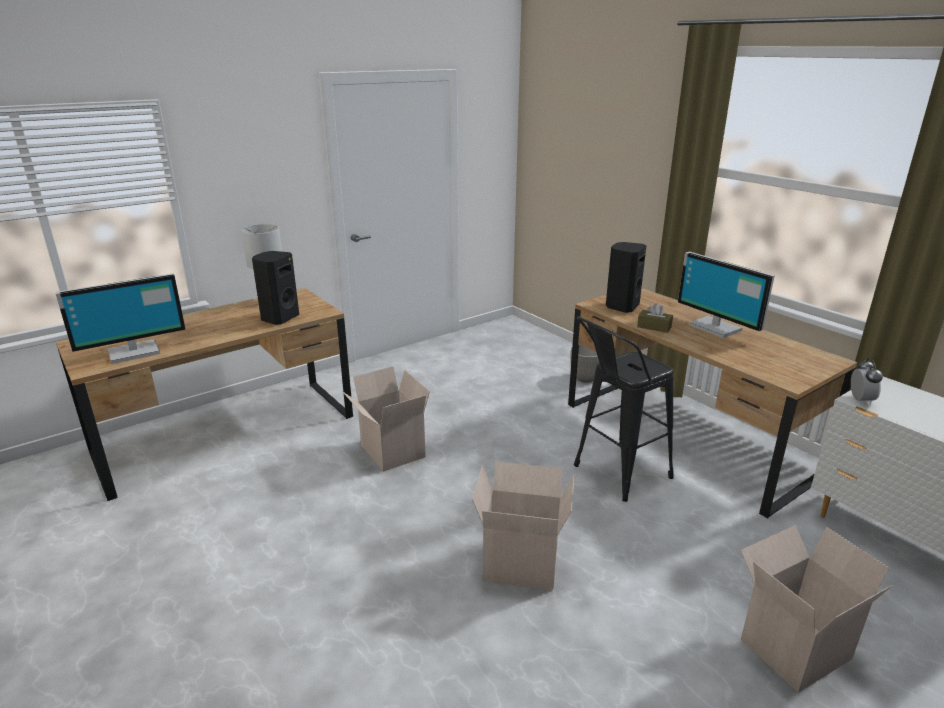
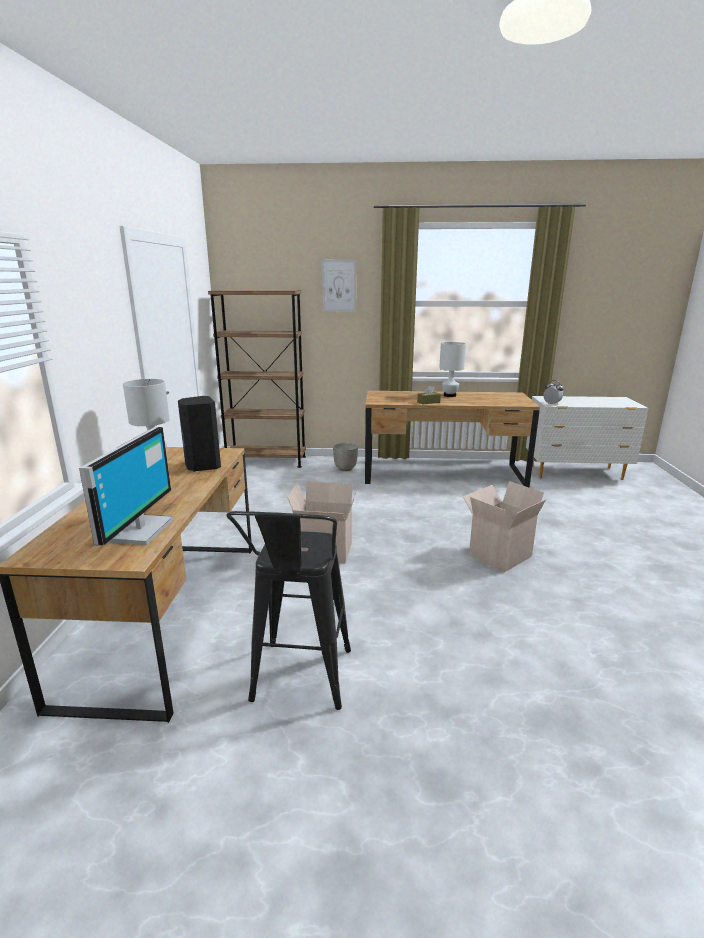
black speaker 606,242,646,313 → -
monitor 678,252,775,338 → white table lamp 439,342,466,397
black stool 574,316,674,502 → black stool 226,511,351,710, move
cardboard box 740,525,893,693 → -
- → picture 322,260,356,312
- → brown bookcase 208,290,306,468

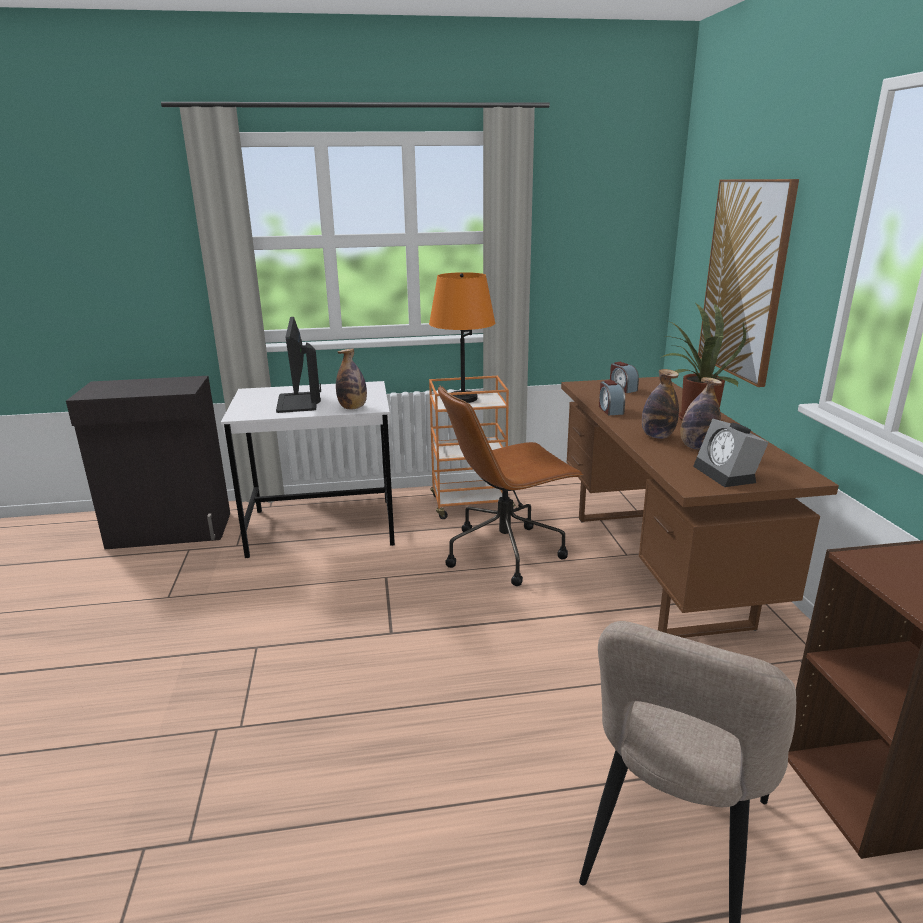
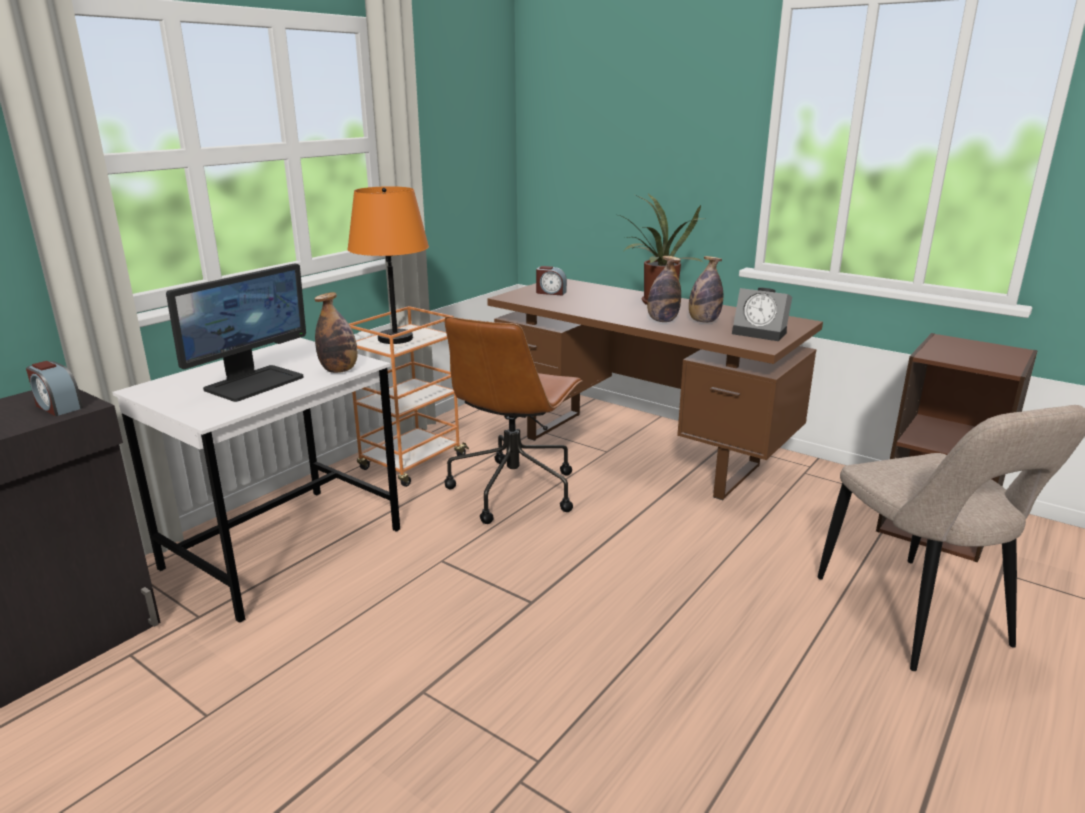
picture 698,179,799,387 → -
monitor 276,317,321,413 → monitor 166,263,306,402, 90 degrees counterclockwise
alarm clock 599,380,625,416 → alarm clock 26,361,83,416, move

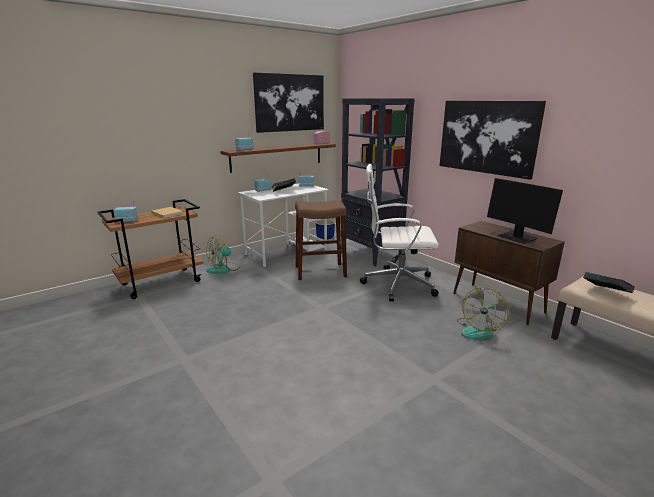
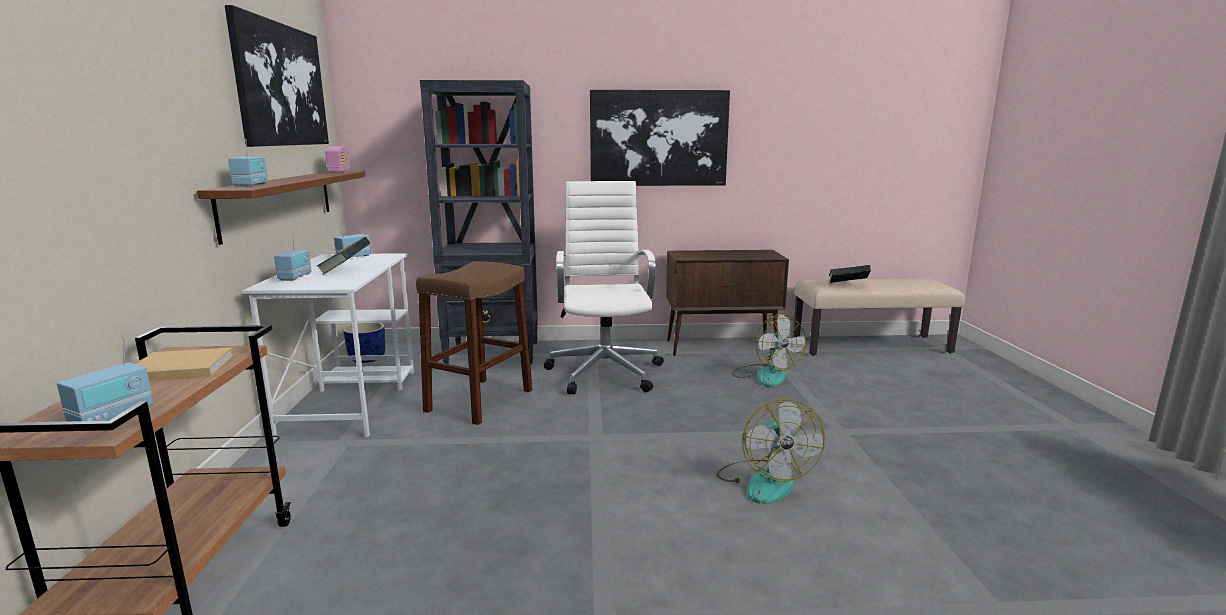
white office chair 360,164,439,301 → white office chair 544,181,664,395, 135 degrees clockwise
monitor 487,178,563,244 → -
fan 206,236,240,274 → fan 716,399,825,504, move

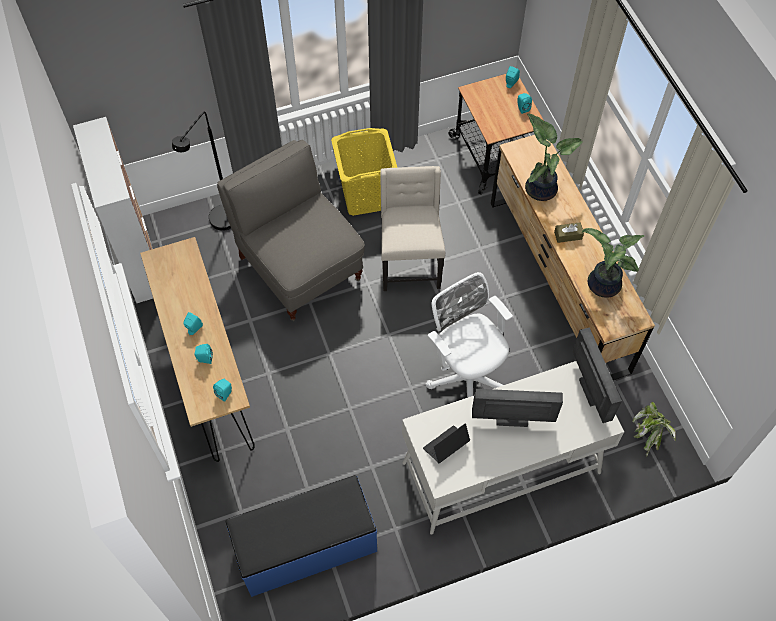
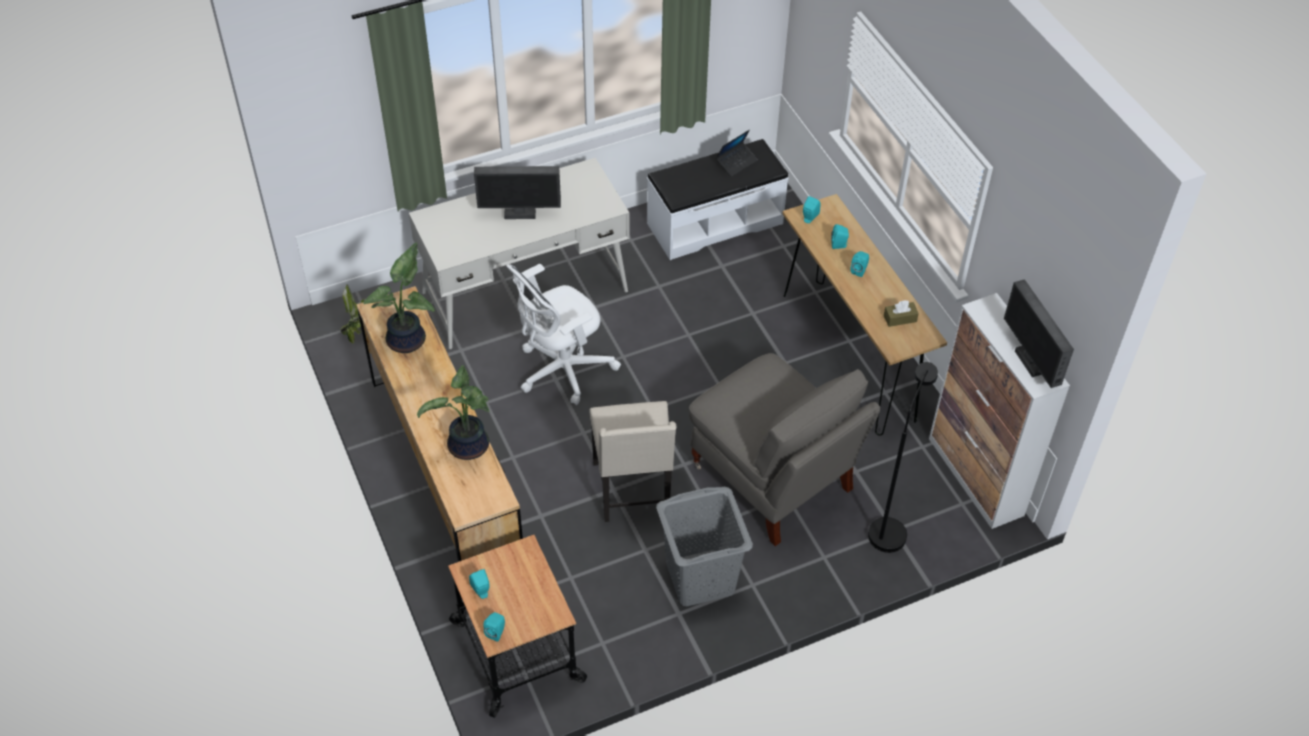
yellow laundry basket 331,128,398,216 → grey laundry basket 656,487,753,606
brown tissue box 554,222,584,243 → brown tissue box 884,300,919,327, move
white office chair 426,272,513,398 → white office chair 506,264,621,405, 90 degrees clockwise
monitor 572,327,622,423 → monitor 1004,279,1074,388, move
laptop 423,423,470,463 → laptop 716,130,758,177, move
blue bench 226,475,377,597 → white bench 647,139,789,260

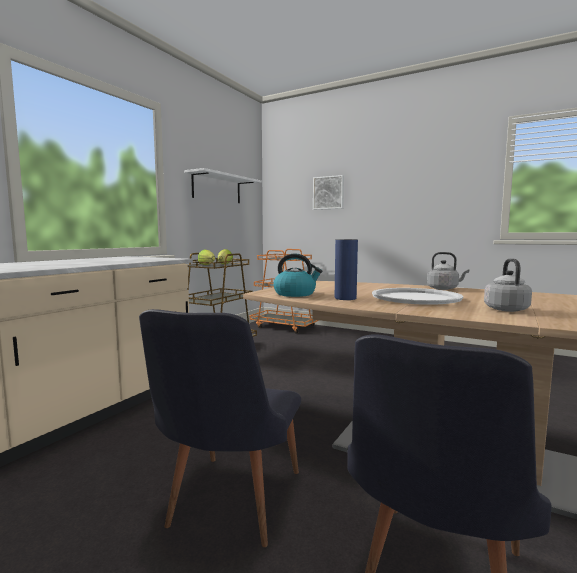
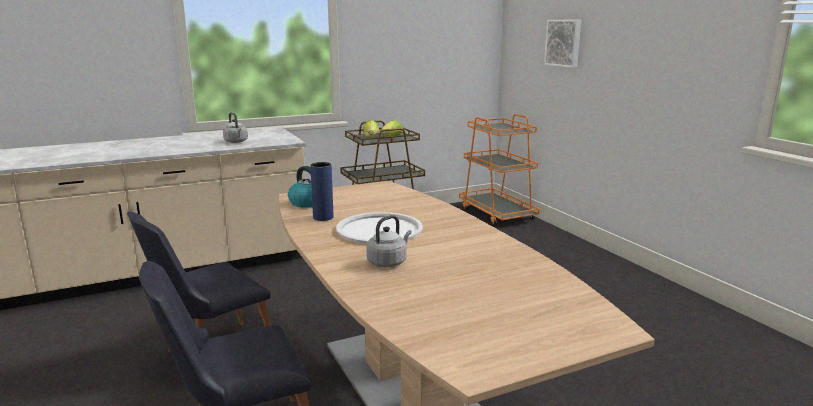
white shelf 184,168,262,203 → -
grey kettle 427,252,469,290 → grey kettle 223,112,248,143, move

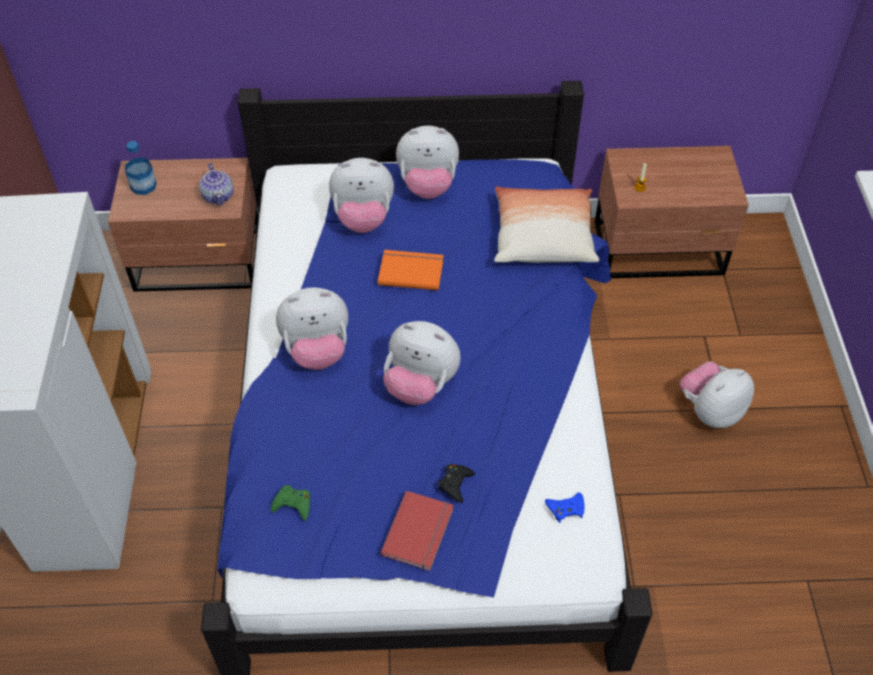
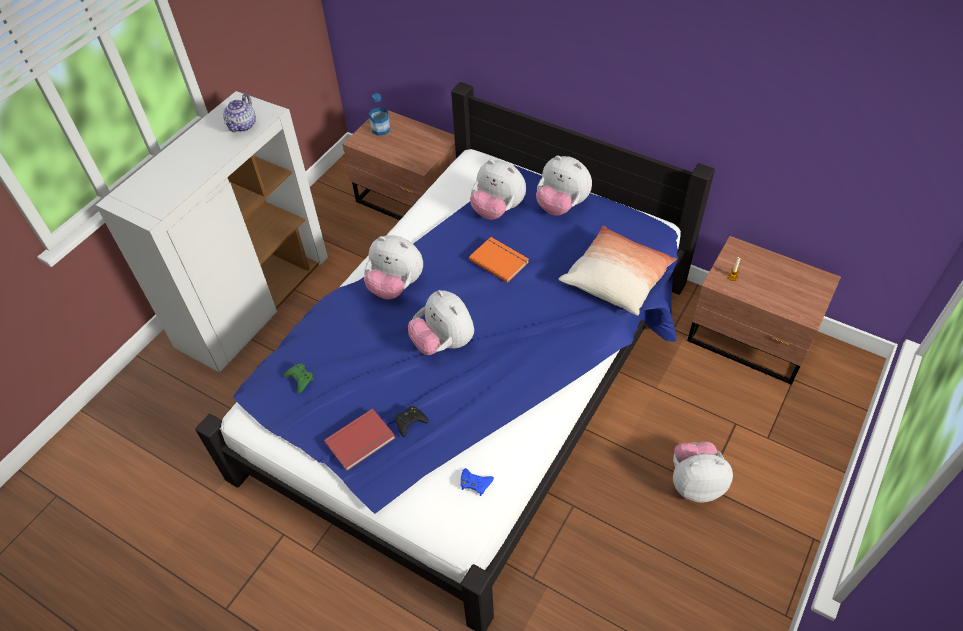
teapot 199,163,233,206 → teapot 223,94,256,132, move

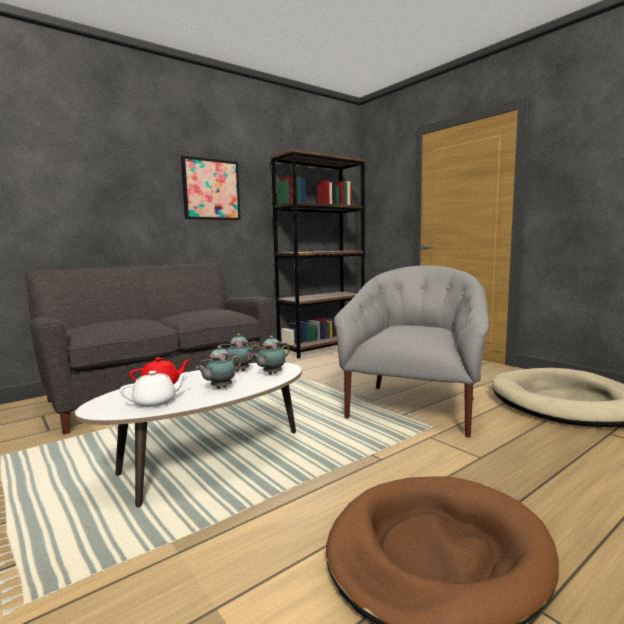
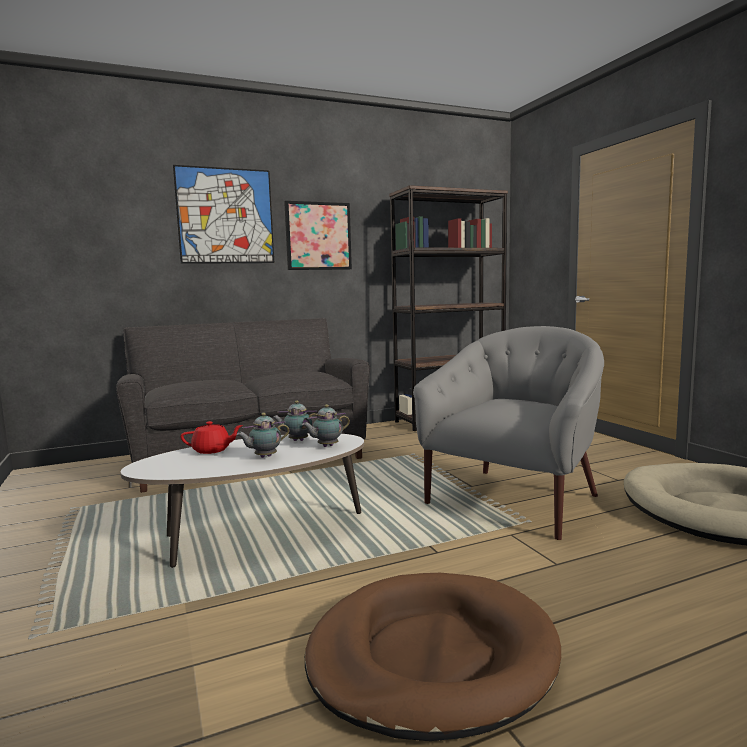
white teapot 120,371,188,407 → -
- → picture 173,165,274,264

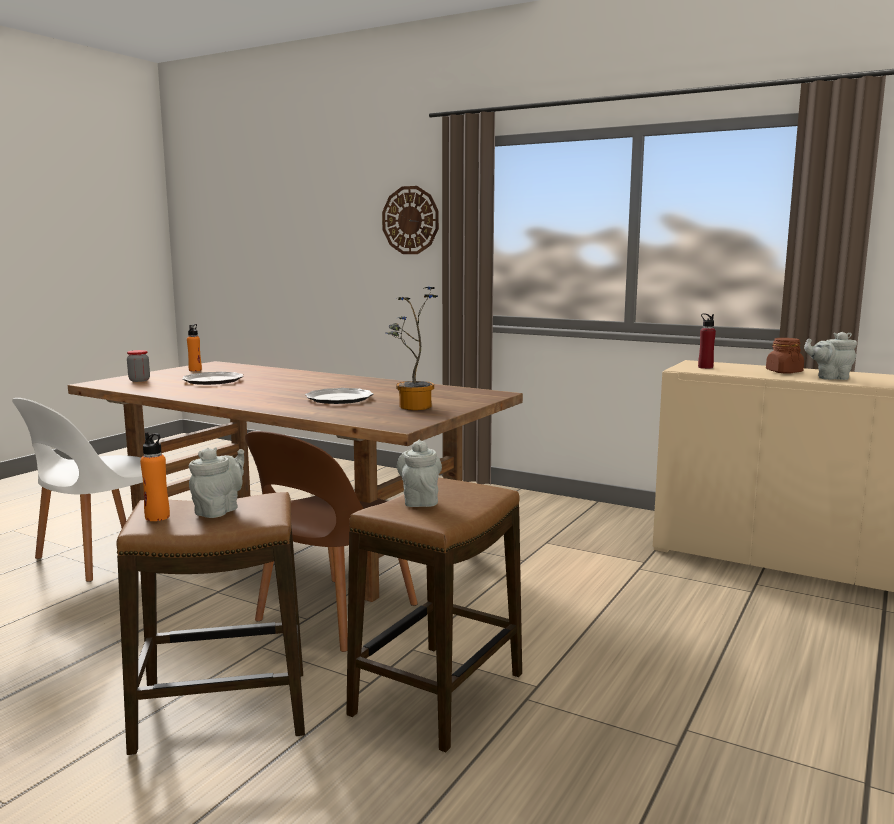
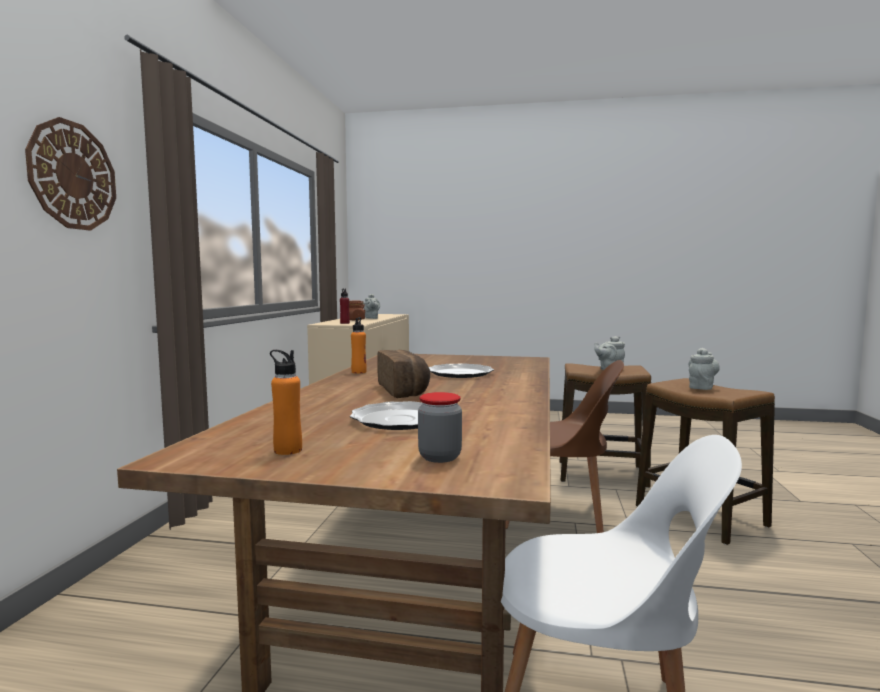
potted plant 385,287,438,410 → -
orange bottle 140,432,170,521 → orange bottle 351,317,367,374, move
grey teapot 189,447,244,518 → grey teapot 689,348,720,390, 120 degrees clockwise
- → bread 377,350,430,398

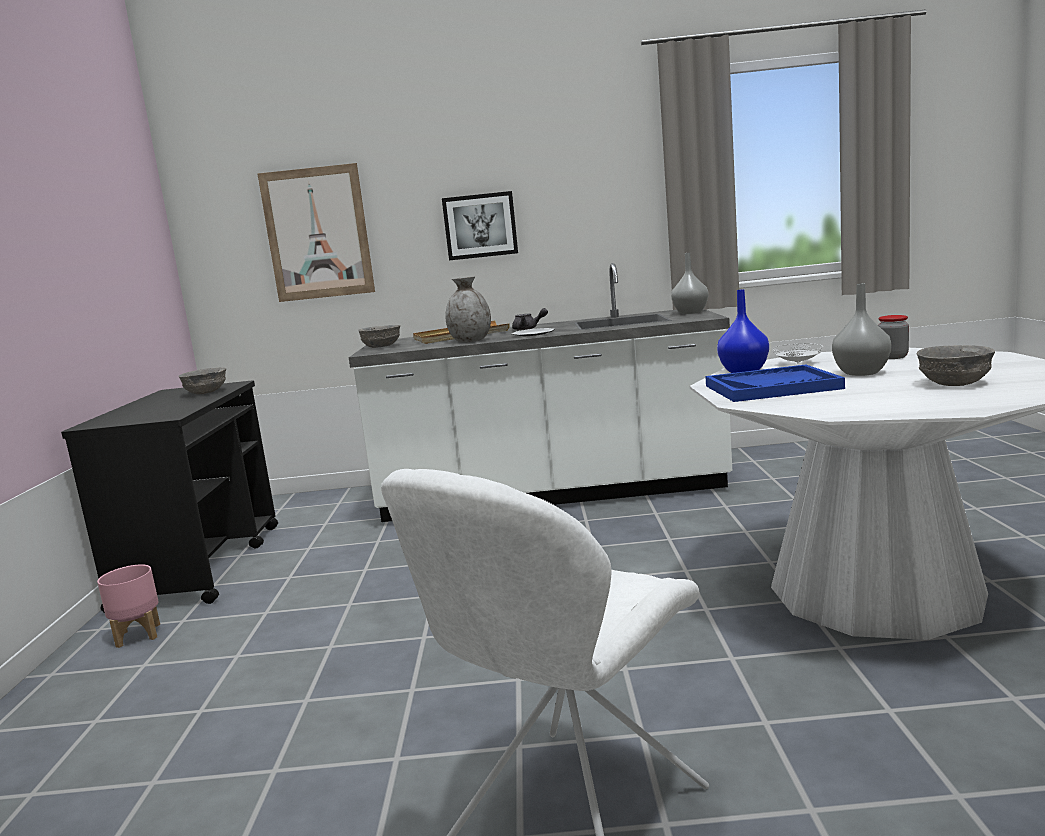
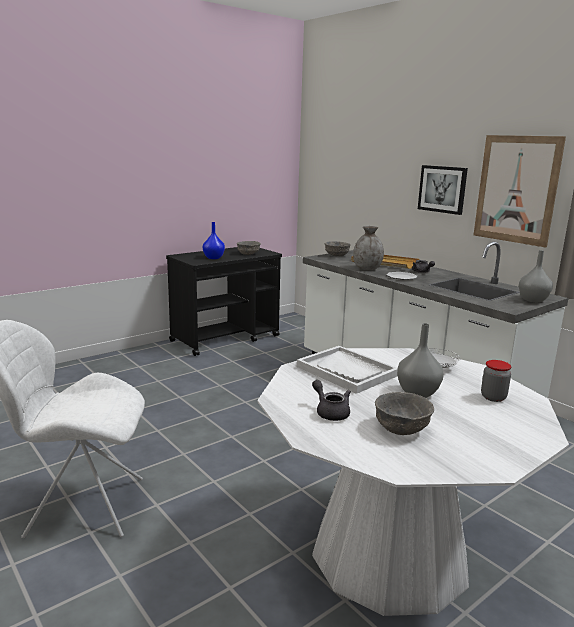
picture 258,163,375,302 → picture 474,135,566,248, move
blue vase 717,289,769,373 → blue vase 203,222,225,259, move
blue tray 705,365,845,402 → white tray 297,346,398,394
pink planter 97,564,160,648 → -
- → grey teapot 312,380,351,421

